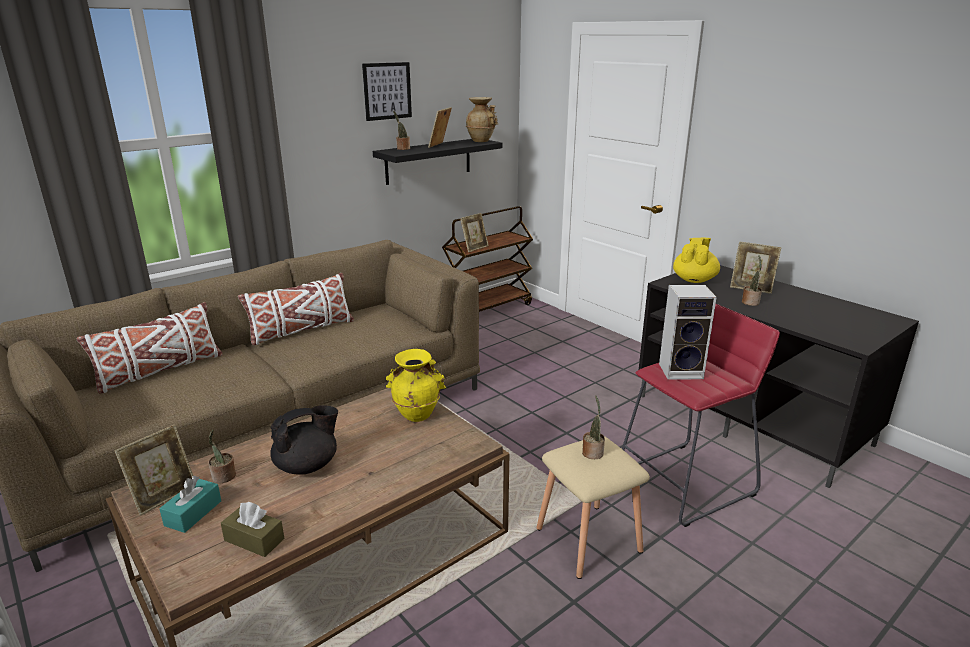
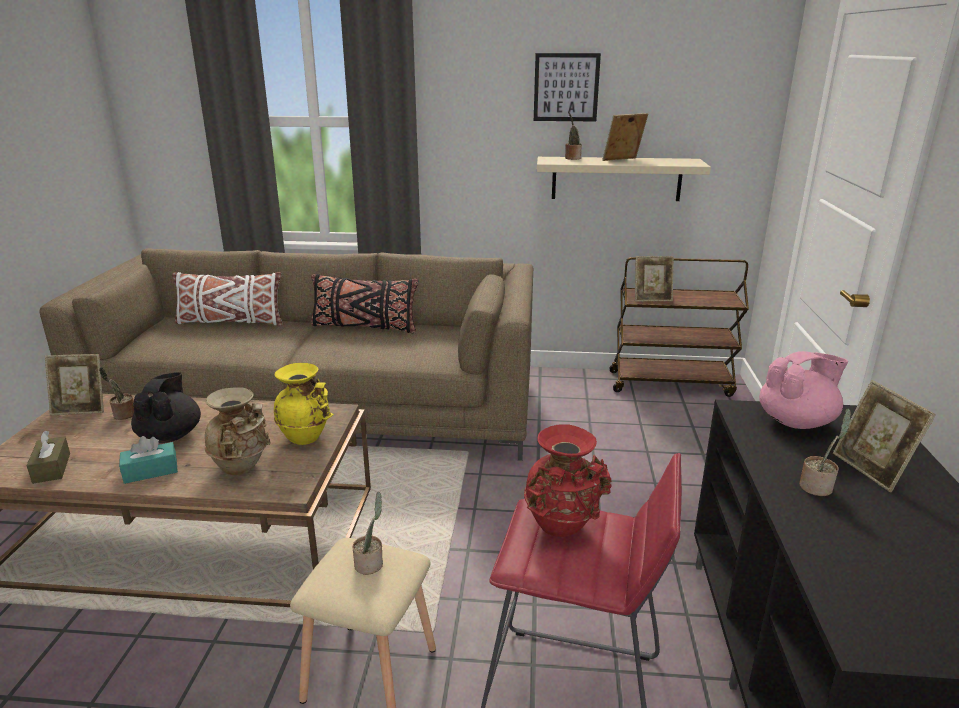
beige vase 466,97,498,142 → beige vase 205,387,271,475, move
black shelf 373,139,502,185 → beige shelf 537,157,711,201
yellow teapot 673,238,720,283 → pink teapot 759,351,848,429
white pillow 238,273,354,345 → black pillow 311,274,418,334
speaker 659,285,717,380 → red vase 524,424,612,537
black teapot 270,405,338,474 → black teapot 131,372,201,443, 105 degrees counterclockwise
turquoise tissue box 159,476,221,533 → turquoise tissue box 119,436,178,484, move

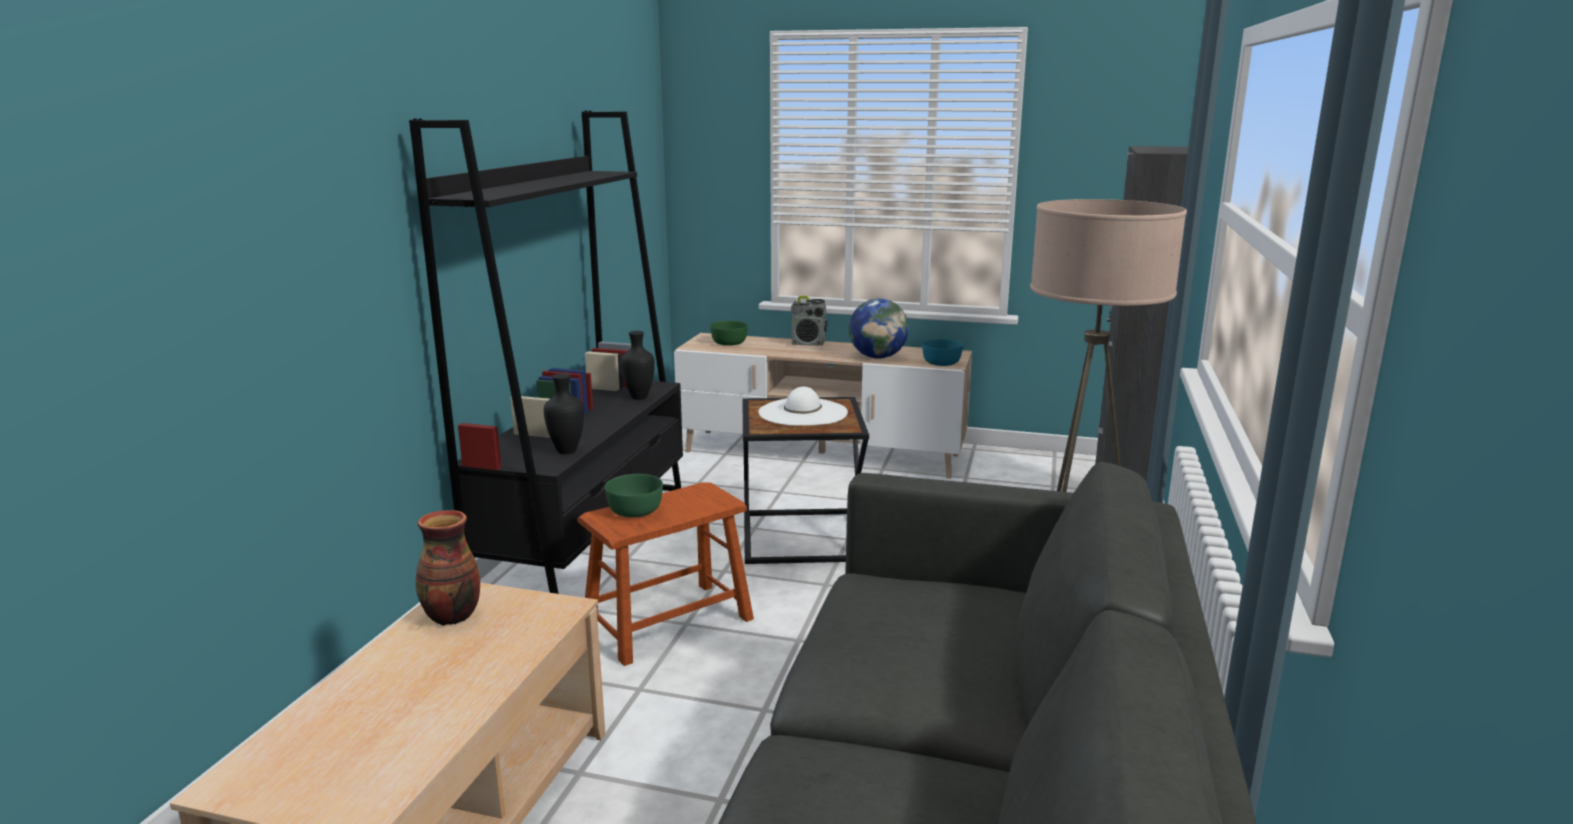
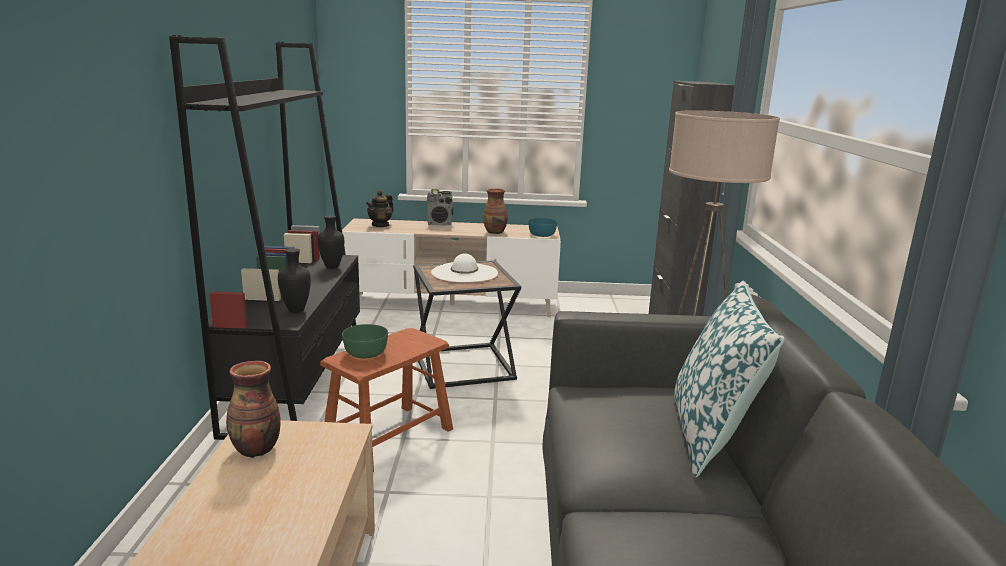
globe 849,298,909,359 → vase 483,188,508,234
green bowl 710,321,748,346 → teapot 366,190,394,227
- → pillow 673,281,785,478

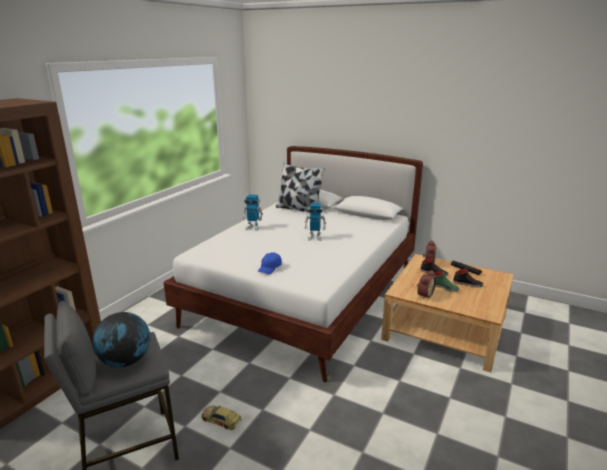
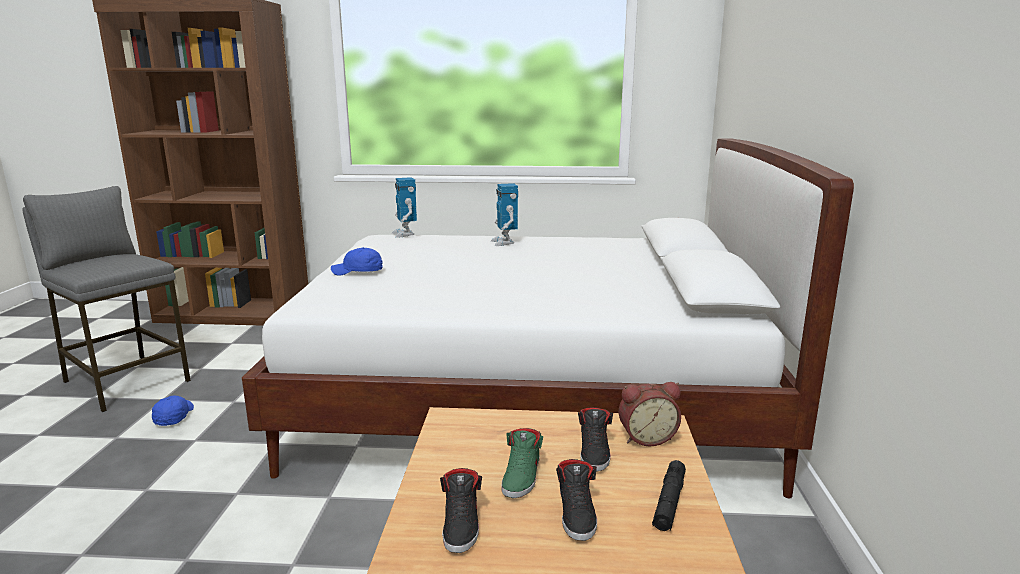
pillow 276,163,325,212 → -
toy robot 304,203,326,241 → toy robot 392,177,417,238, move
alarm clock 417,270,436,300 → -
globe 92,312,150,367 → -
toy car 201,405,241,430 → blue cap 152,395,194,426
- → black shoe 440,468,482,553

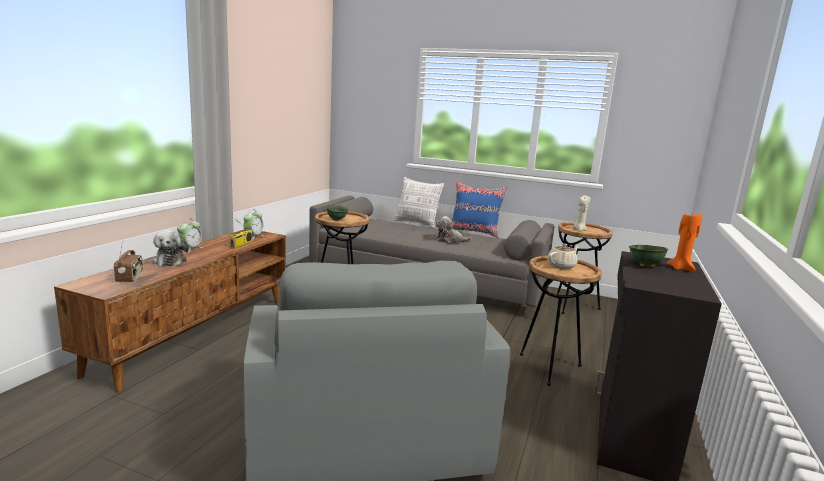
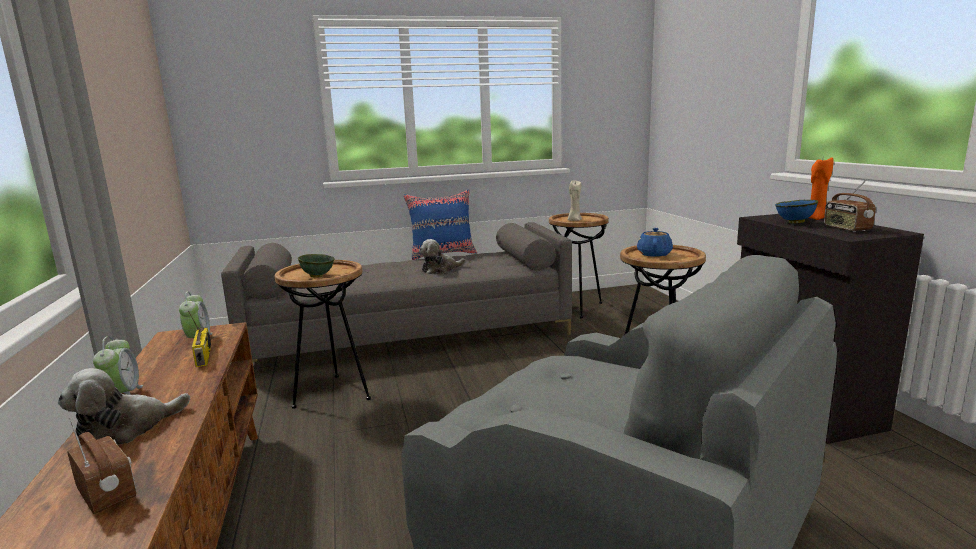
pillow 393,177,444,228 → -
plush toy 152,230,189,267 → plush toy 58,368,190,445, 105 degrees clockwise
beige teapot 547,244,579,269 → blue teapot 637,228,673,257
green bowl 629,245,668,267 → blue bowl 775,200,818,224
- → radio 824,180,876,232

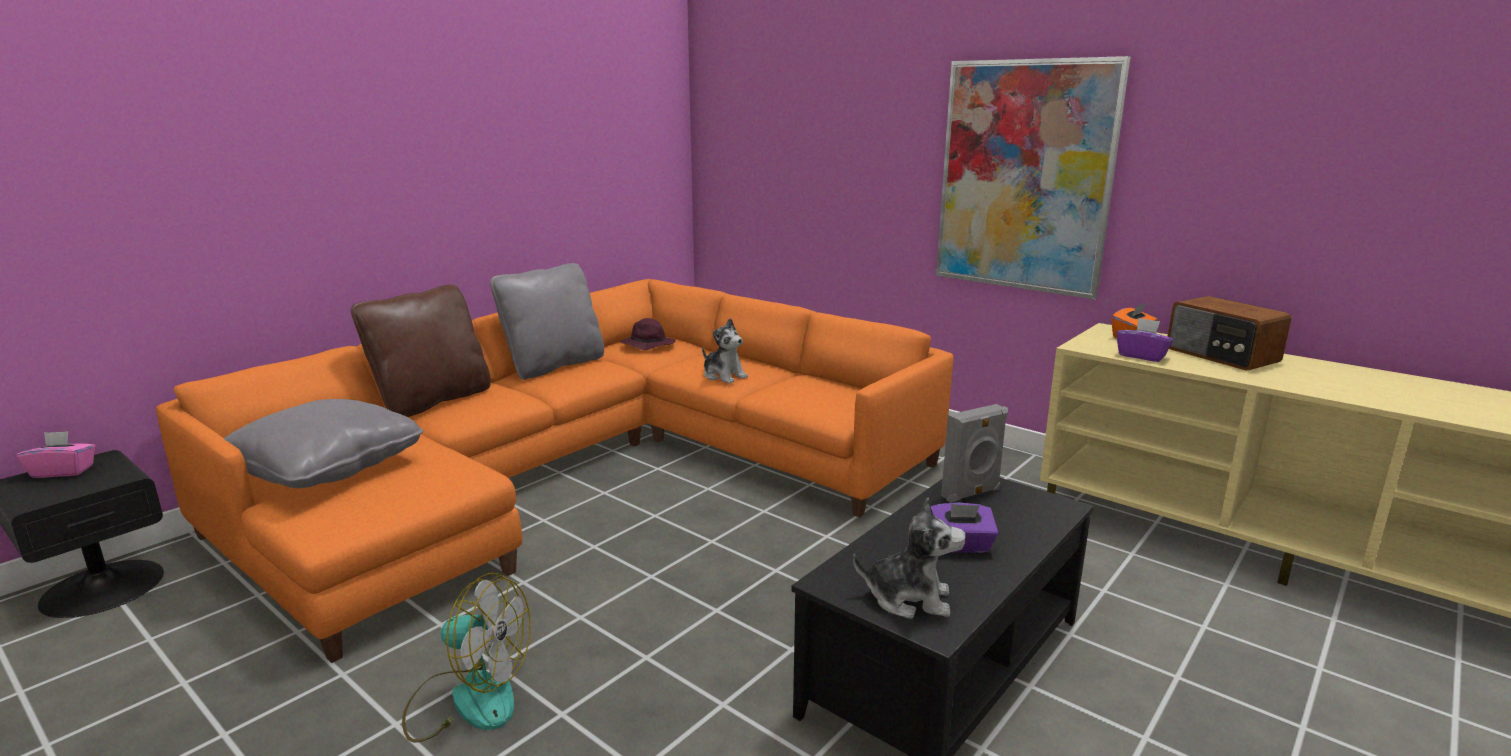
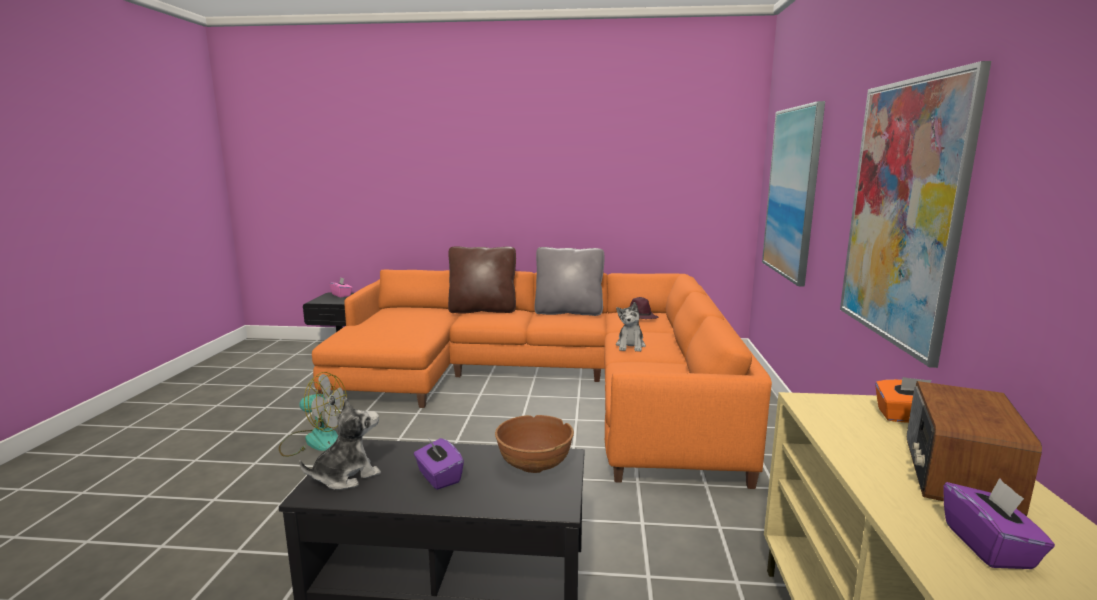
purple tissue box 1116,318,1173,362 → purple tissue box 943,478,1055,569, move
grey pillow 224,399,423,488 → -
grey speaker 941,404,1008,503 → brown bowl 495,415,574,473
plush toy 853,497,966,619 → plush toy 299,397,381,490, 105 degrees counterclockwise
fan 402,573,531,743 → fan 279,372,347,457, 60 degrees counterclockwise
- → picture 762,101,825,286

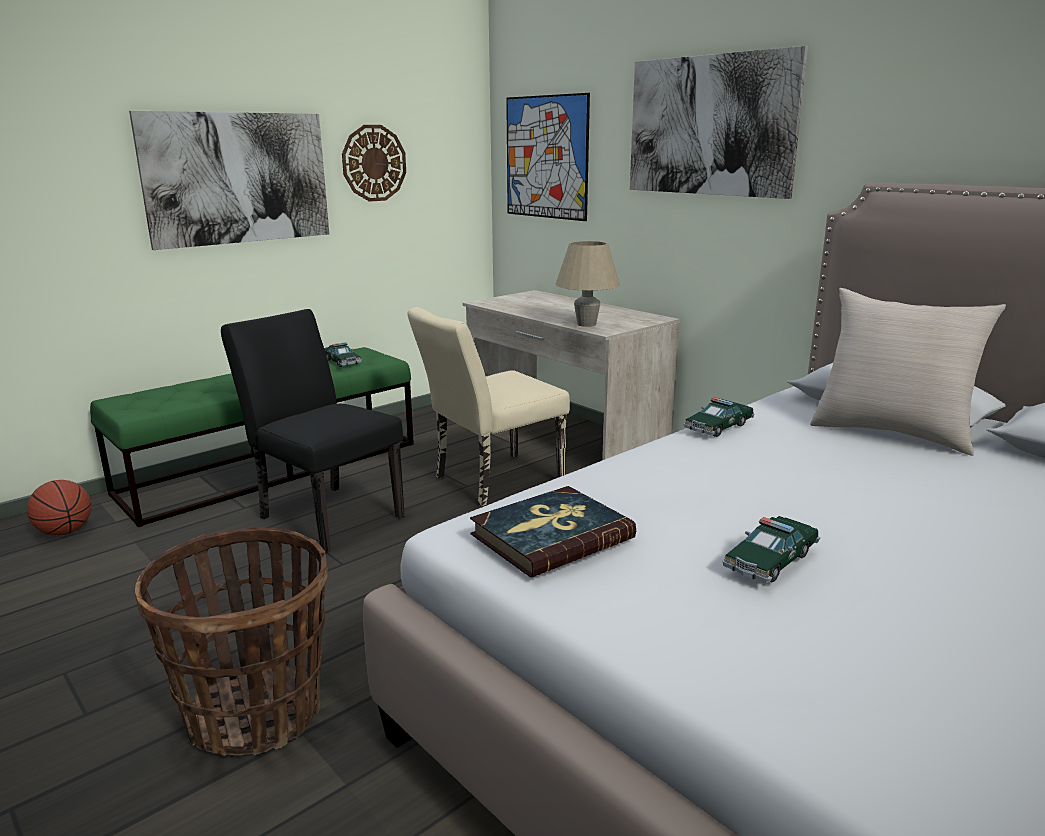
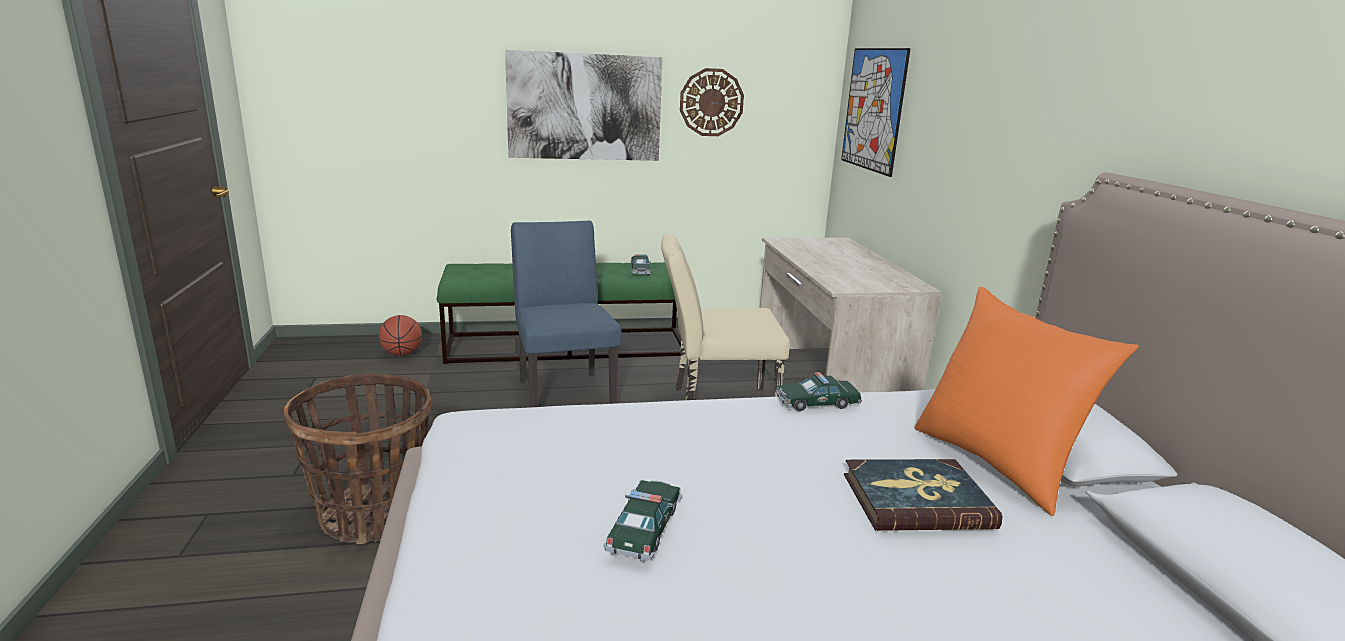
picture 630,46,808,199 → -
beige table lamp 555,241,620,327 → -
beige pillow 810,288,1006,456 → orange pillow 915,287,1139,516
black chair 221,309,405,554 → blue chair 511,221,622,407
book 470,486,636,578 → book 844,459,1002,531, move
toy car 722,516,820,583 → toy car 603,480,682,562, 120 degrees clockwise

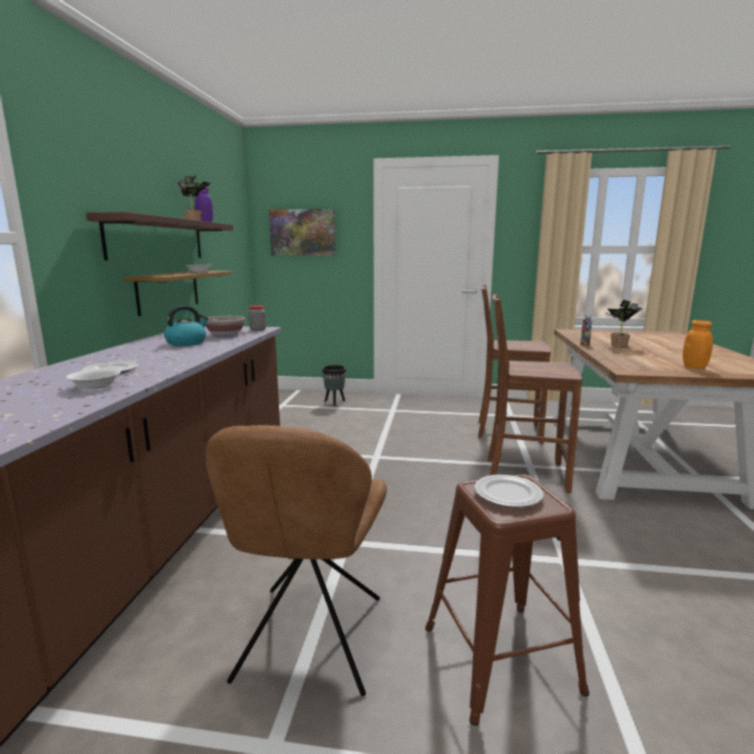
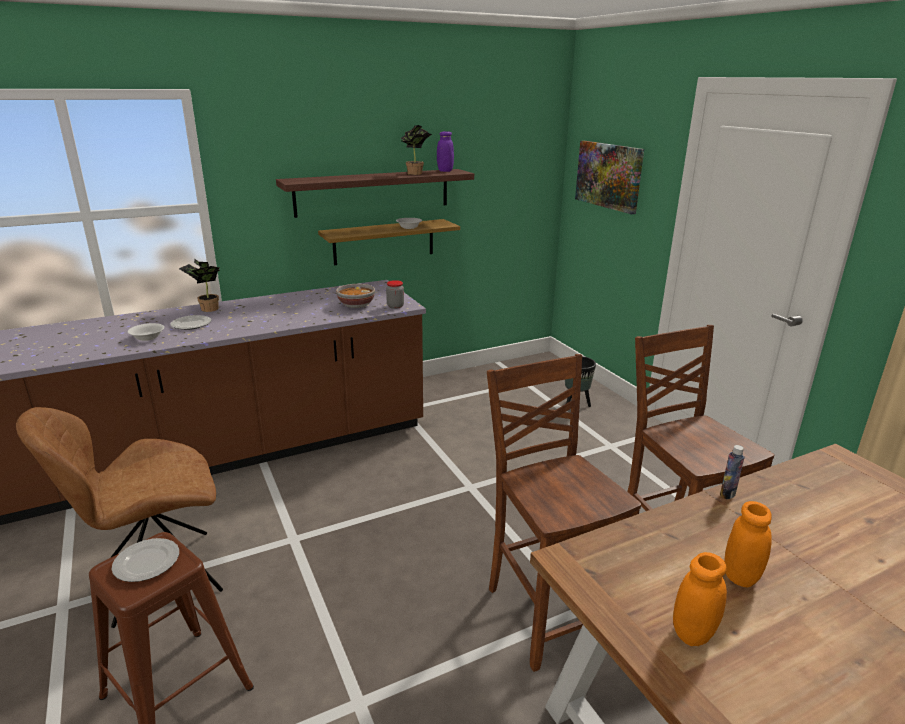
potted plant 606,300,643,346 → potted plant 179,259,220,312, move
kettle 164,306,209,346 → -
- → orange jar 724,501,772,587

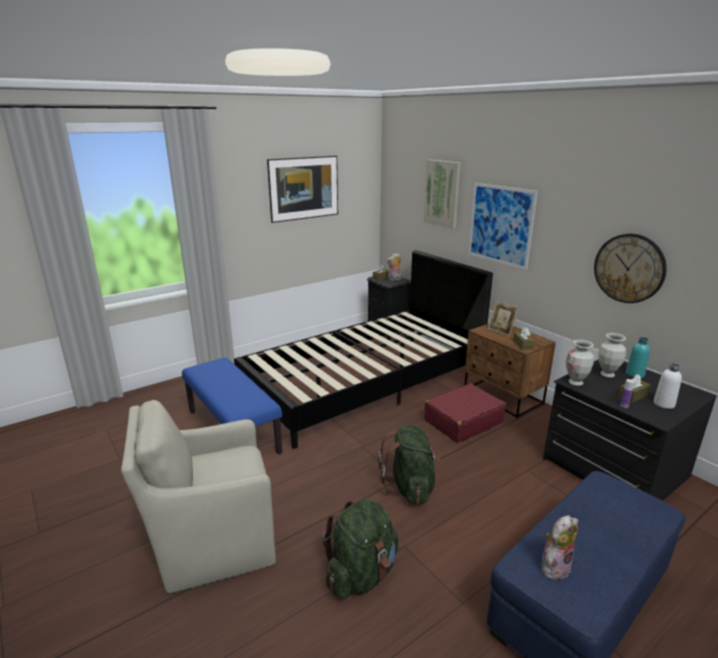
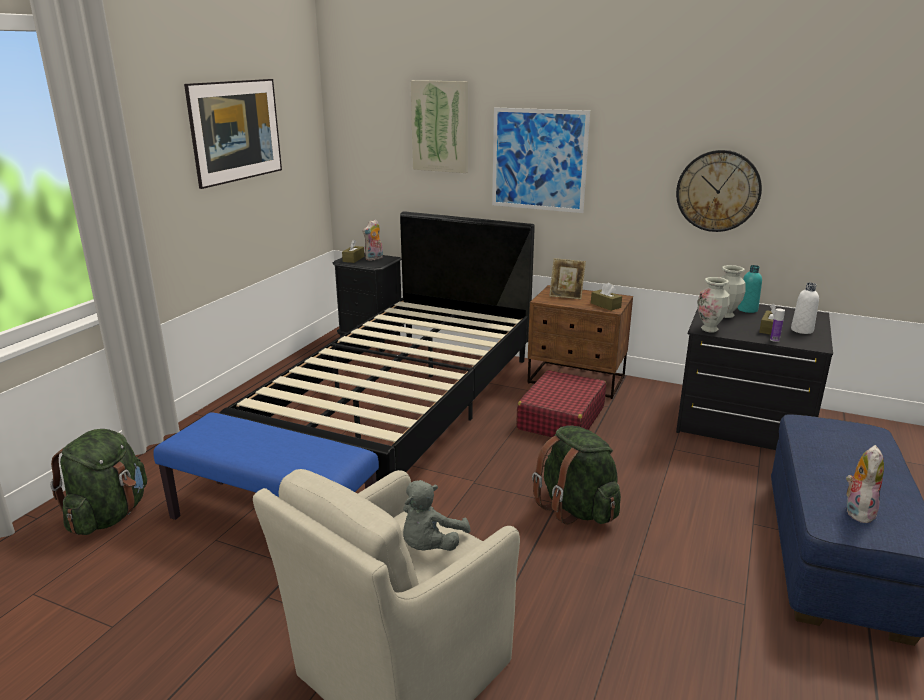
green backpack 323,498,398,599 → green backpack 50,429,147,535, move
- → grey plush toy 403,480,471,551

